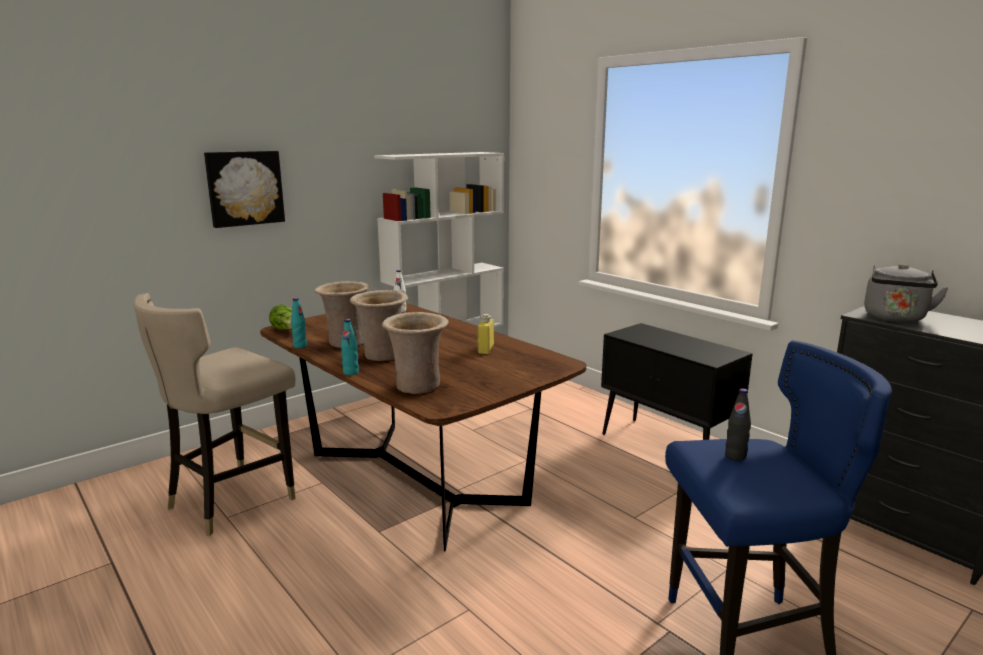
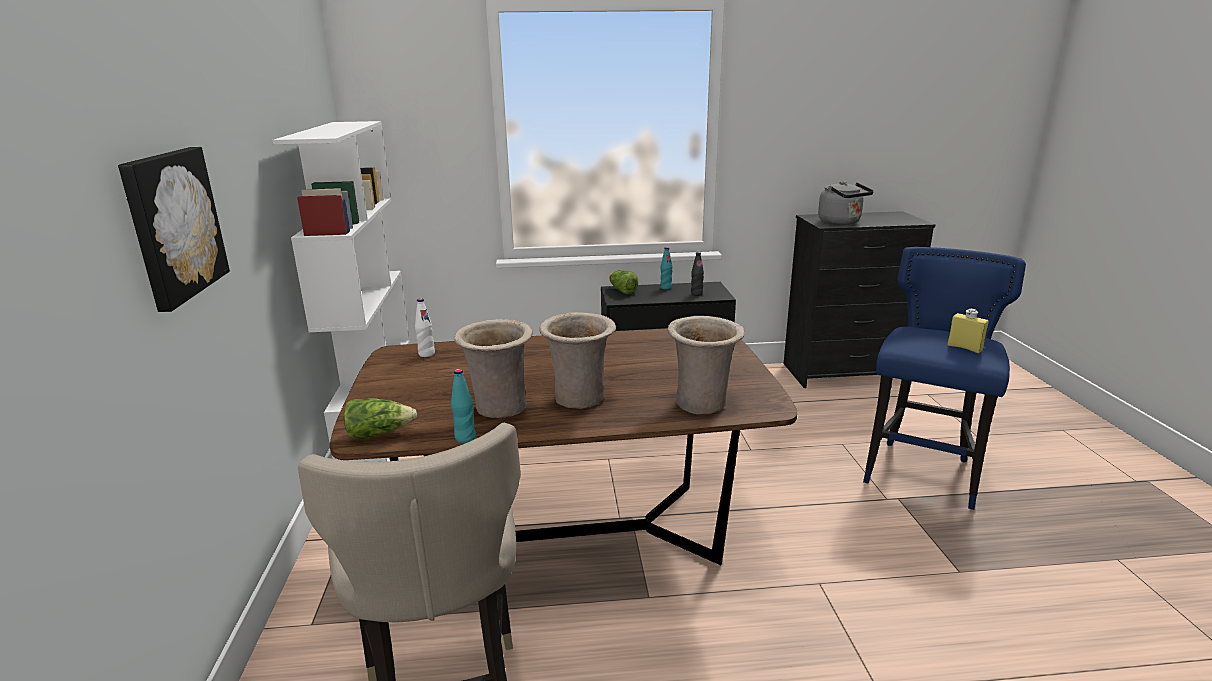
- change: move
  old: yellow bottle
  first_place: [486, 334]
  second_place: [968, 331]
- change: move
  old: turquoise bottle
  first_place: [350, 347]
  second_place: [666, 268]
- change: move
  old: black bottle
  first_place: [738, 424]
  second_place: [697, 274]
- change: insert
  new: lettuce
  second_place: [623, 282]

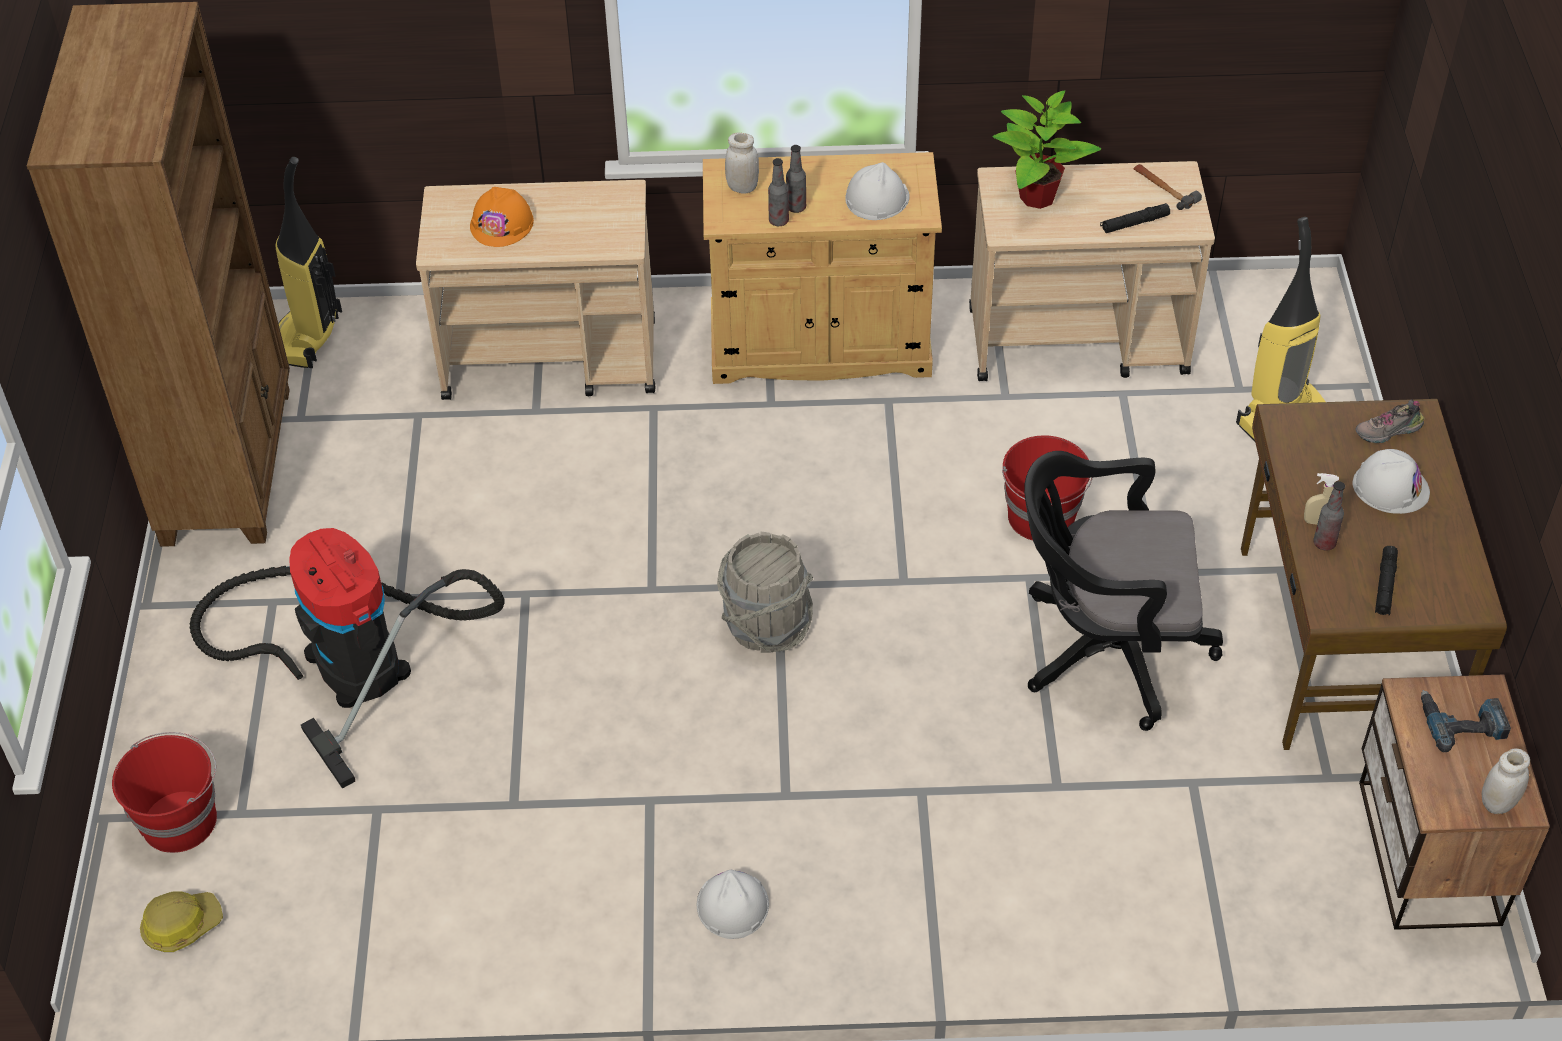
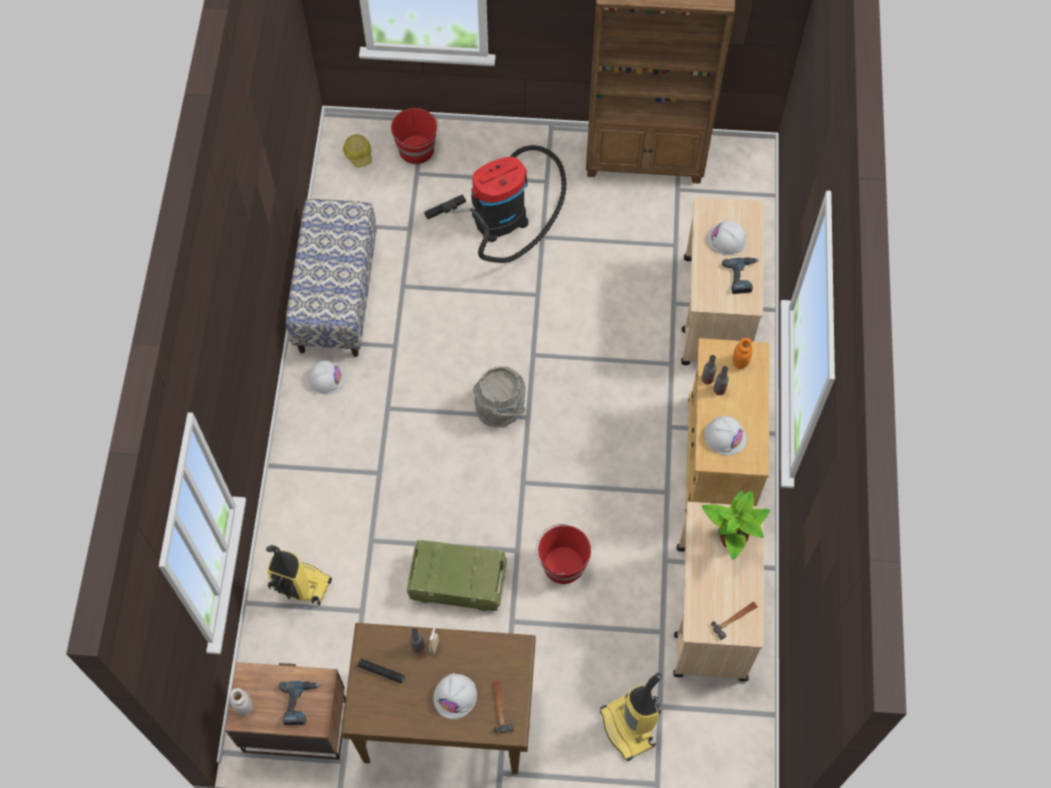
- change: recolor
  old: white jar
  new: orange jar
  first_place: [742, 163]
  second_place: [742, 353]
- change: move
  old: vacuum cleaner
  first_place: [309, 262]
  second_place: [299, 575]
- change: recolor
  old: orange hard hat
  new: white hard hat
  first_place: [502, 217]
  second_place: [726, 238]
- change: delete
  old: black flashlight
  first_place: [1135, 218]
- change: replace
  old: shoe
  new: hammer
  first_place: [1390, 421]
  second_place: [503, 707]
- change: replace
  old: black office chair
  new: crate
  first_place: [1123, 591]
  second_place: [457, 575]
- change: insert
  new: bench
  second_place: [331, 278]
- change: insert
  new: power drill
  second_place: [740, 276]

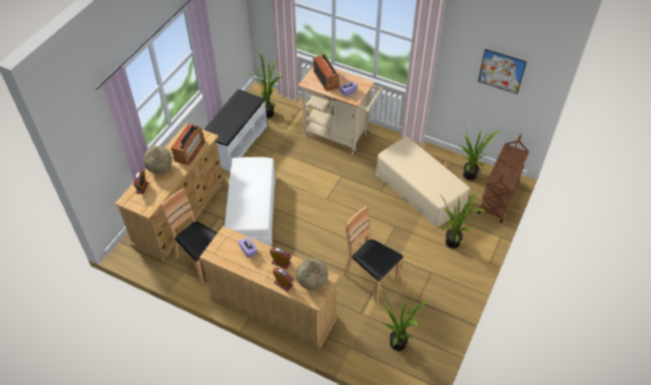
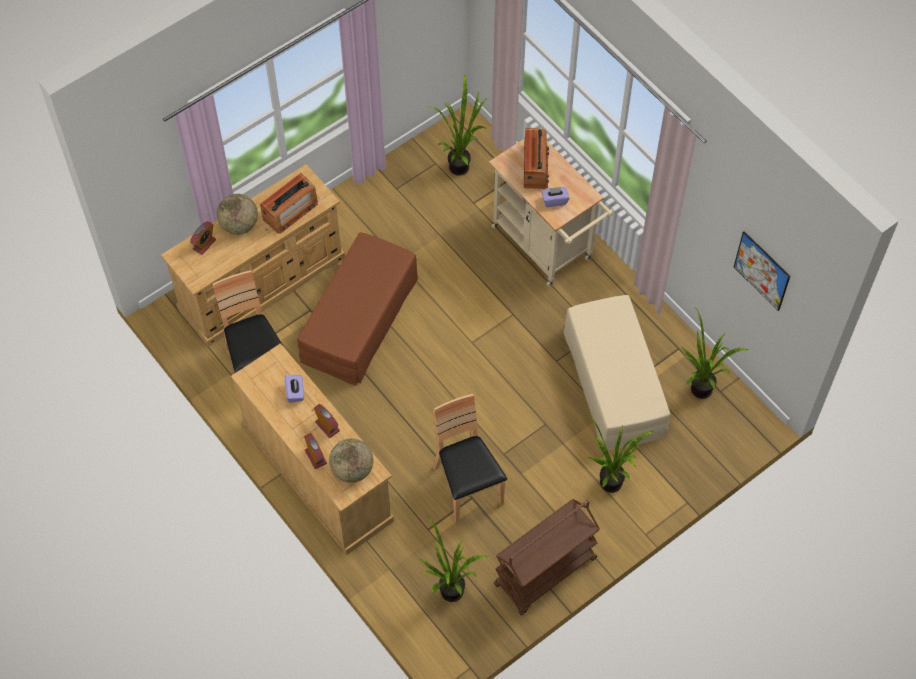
- change: delete
  old: white bench
  first_place: [235, 130]
- change: move
  old: brown cart
  first_place: [503, 178]
  second_place: [547, 557]
- change: recolor
  old: white ottoman
  new: brown ottoman
  first_place: [250, 201]
  second_place: [357, 308]

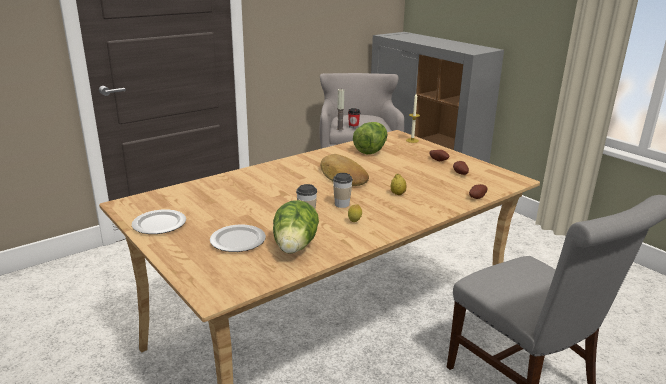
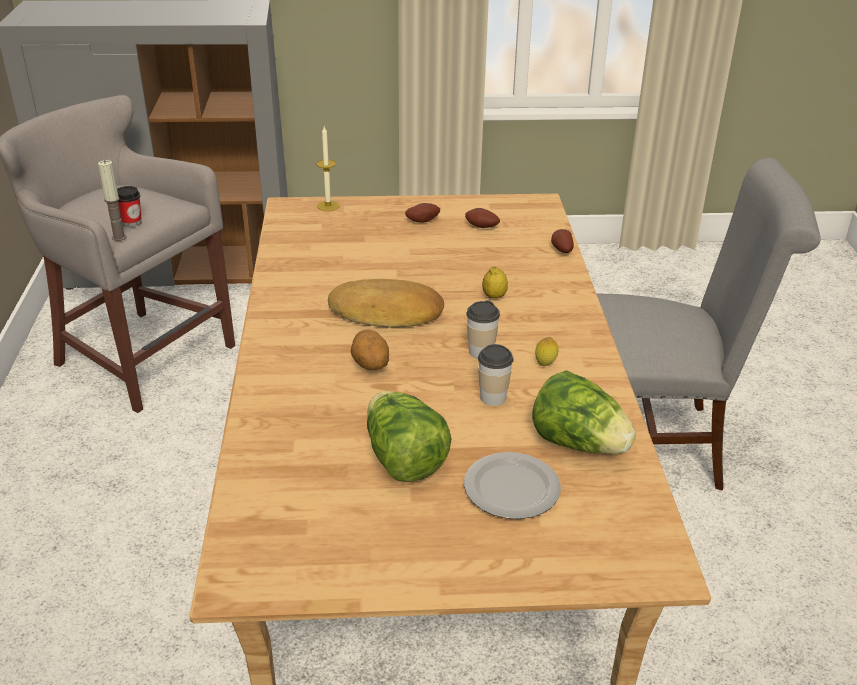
- change: move
  old: lettuce
  first_place: [370, 138]
  second_place: [409, 436]
- change: delete
  old: plate
  first_place: [159, 222]
- change: insert
  new: potato
  second_place: [370, 350]

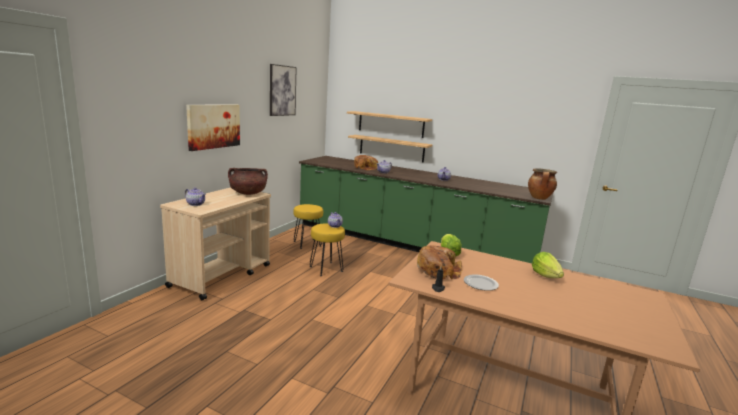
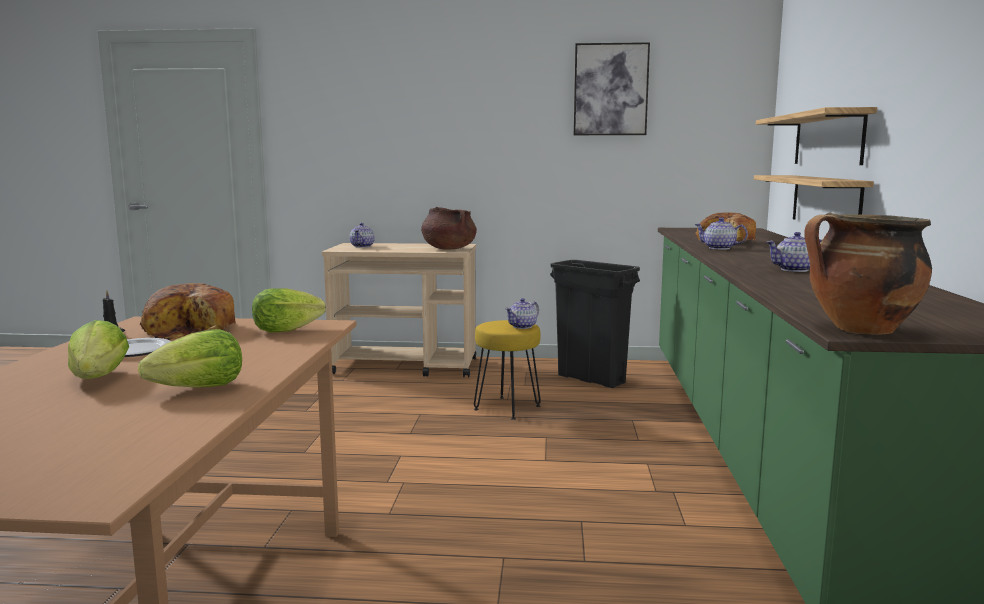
- change: delete
  old: picture
  first_place: [213, 128]
- change: replace
  old: yellow stool
  new: black trash can
  first_place: [308, 226]
  second_place: [595, 324]
- change: insert
  new: lettuce
  second_place: [98, 349]

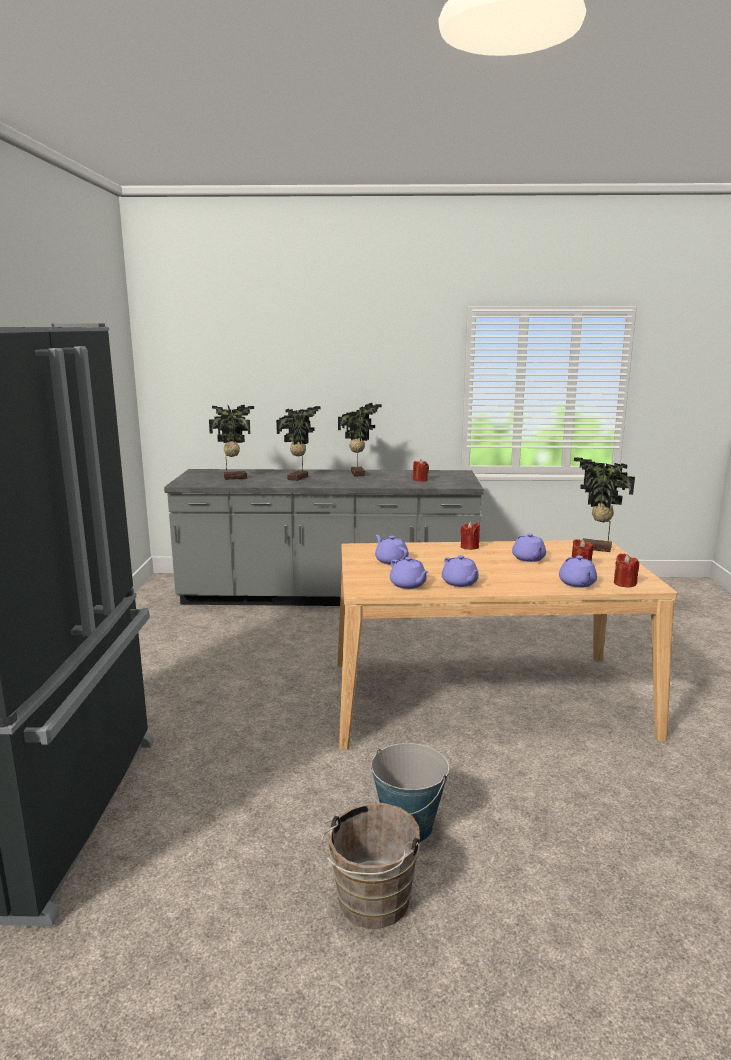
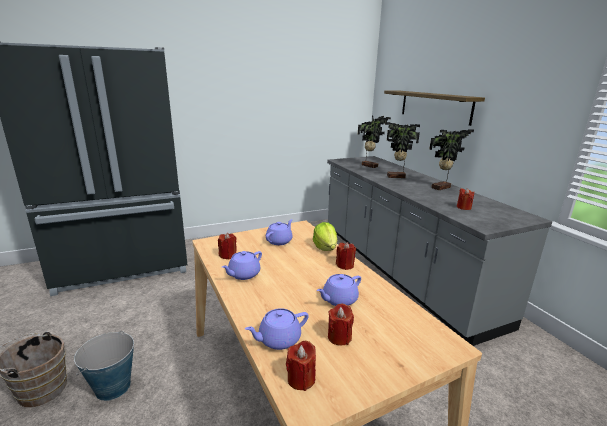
- change: delete
  old: potted plant
  first_place: [604, 504]
- change: replace
  old: purple teapot
  new: red candle
  first_place: [409, 573]
  second_place: [227, 246]
- change: insert
  new: shelf
  second_place: [434, 108]
- change: insert
  new: lettuce
  second_place: [325, 236]

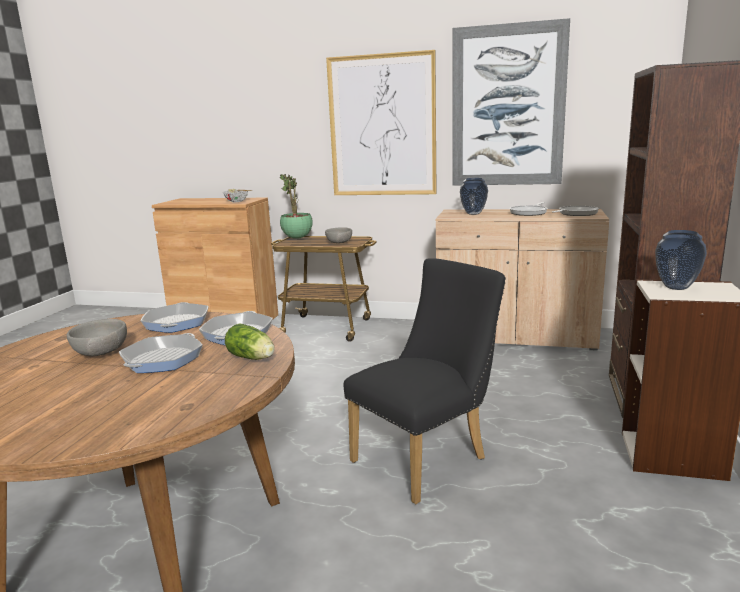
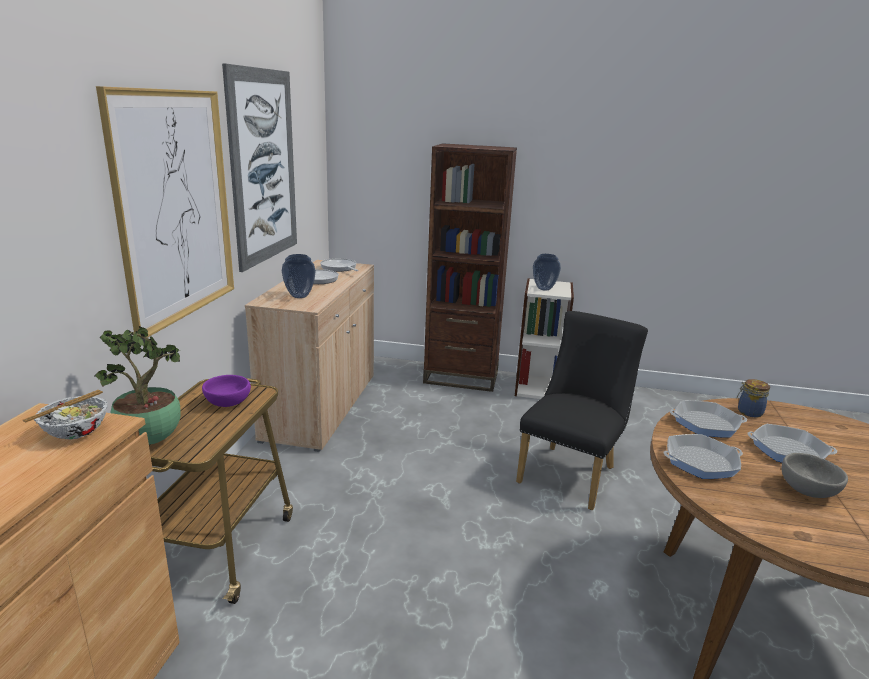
- change: recolor
  old: grey bowl
  new: purple bowl
  first_place: [338, 235]
  second_place: [226, 391]
- change: rotate
  old: black chair
  first_place: [425, 381]
  second_place: [582, 410]
  degrees: 75
- change: replace
  old: lettuce
  new: jar
  first_place: [250, 341]
  second_place: [753, 398]

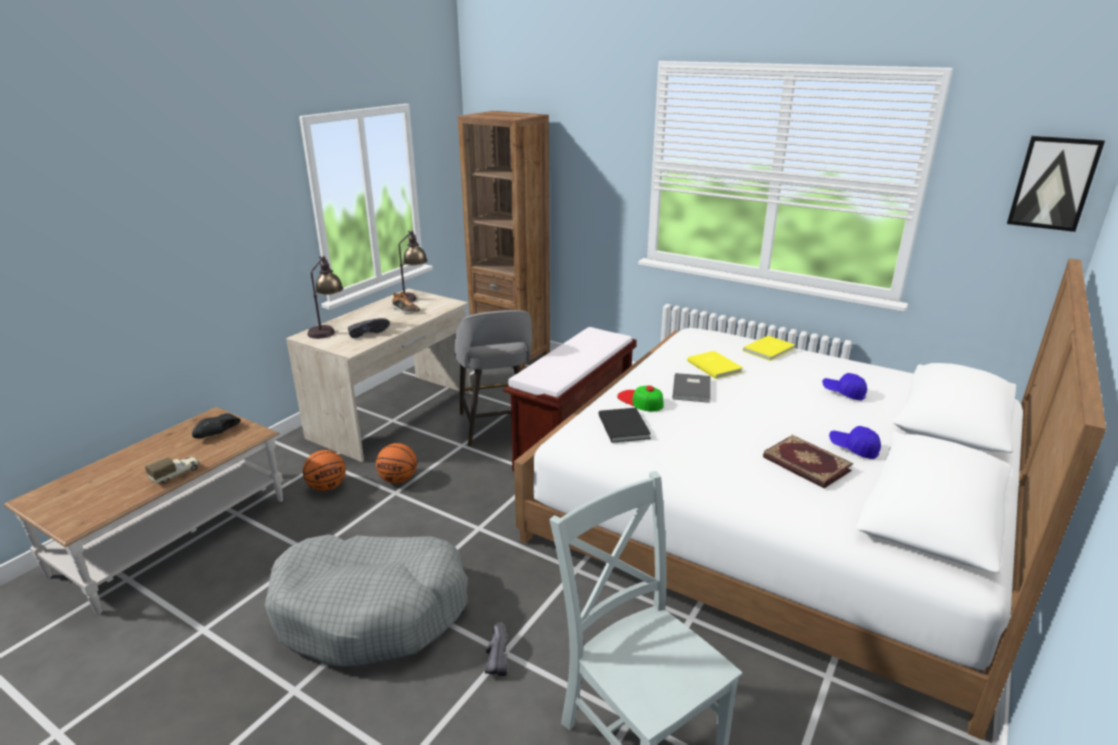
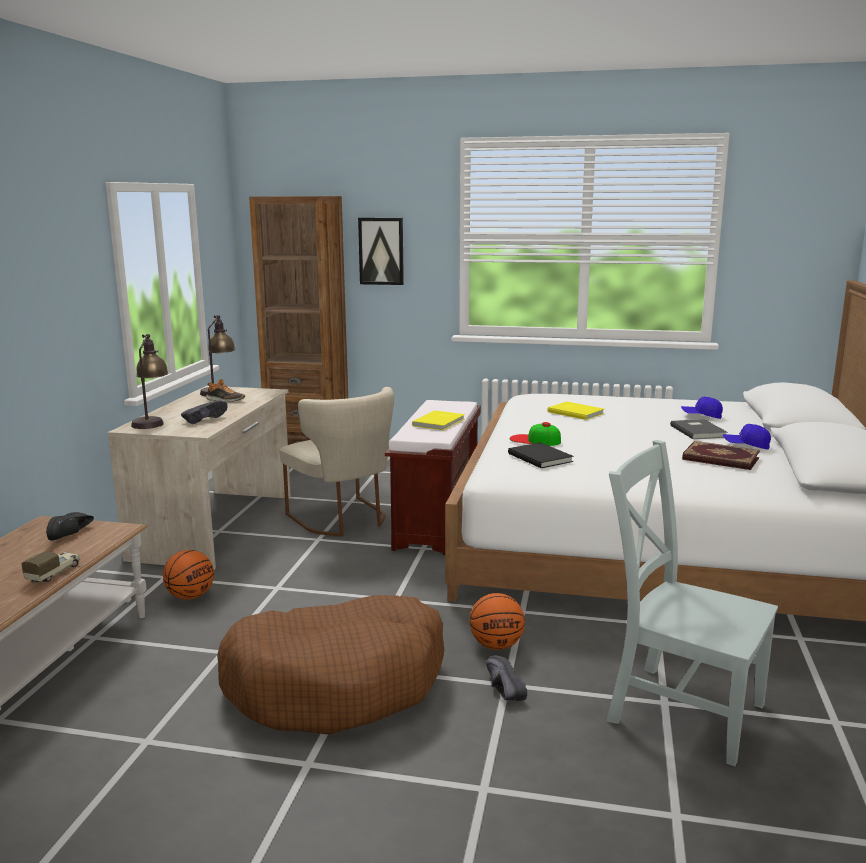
- change: move
  old: picture
  first_place: [1056, 184]
  second_place: [381, 251]
- change: replace
  old: grey stool
  new: beige chair
  first_place: [493, 378]
  second_place: [336, 461]
- change: move
  old: yellow book
  first_place: [769, 348]
  second_place: [438, 420]
- change: move
  old: grey book
  first_place: [691, 388]
  second_place: [699, 429]
- change: move
  old: basketball
  first_place: [396, 463]
  second_place: [497, 621]
- change: recolor
  old: grey dog bed
  new: brown dog bed
  first_place: [366, 600]
  second_place: [330, 665]

